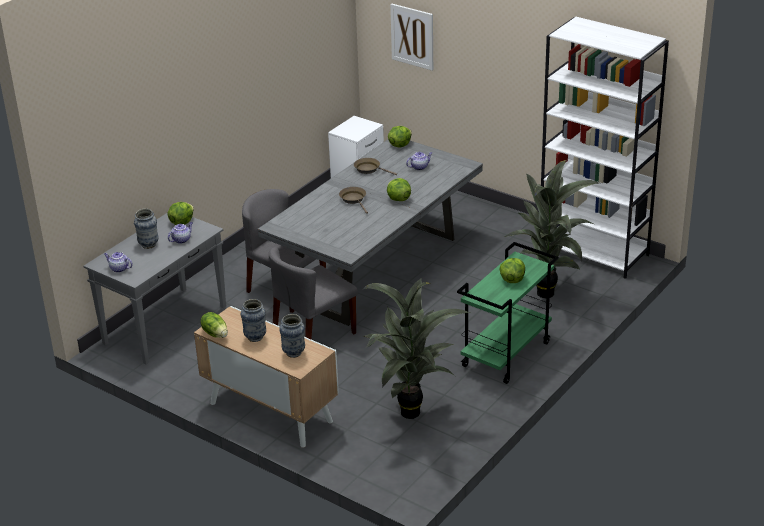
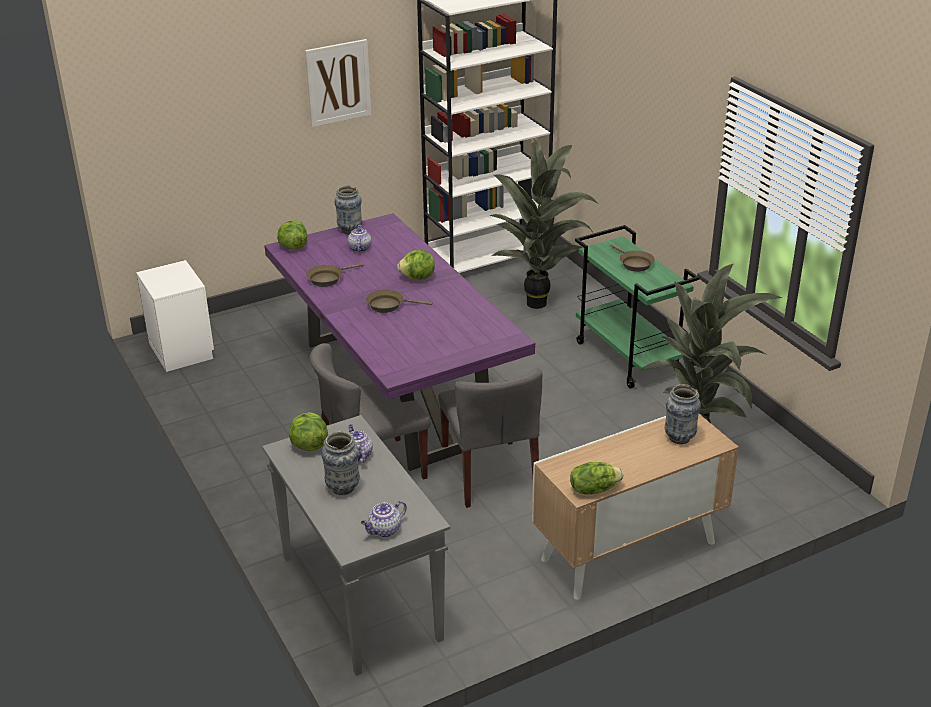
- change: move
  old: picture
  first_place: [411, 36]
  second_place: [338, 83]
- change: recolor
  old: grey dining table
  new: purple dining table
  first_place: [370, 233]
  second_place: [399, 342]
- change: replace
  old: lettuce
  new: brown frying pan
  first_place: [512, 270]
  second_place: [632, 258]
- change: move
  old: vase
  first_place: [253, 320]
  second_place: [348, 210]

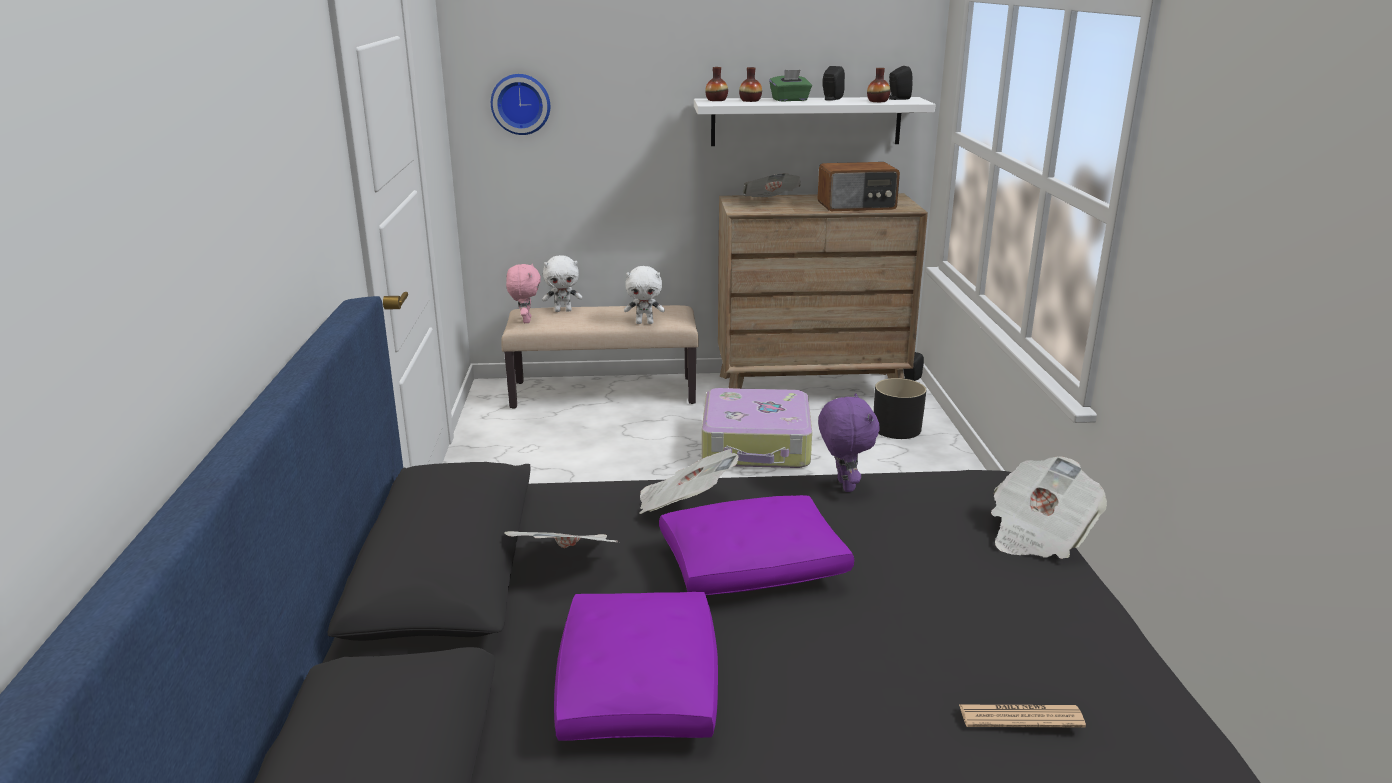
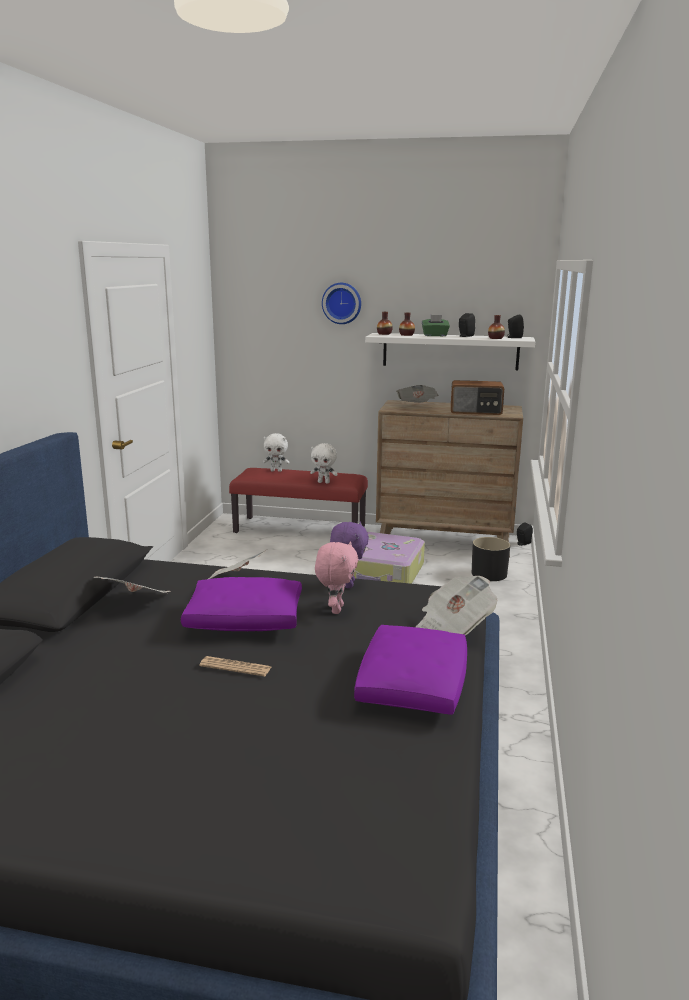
- change: move
  old: wall clock
  first_place: [520, 104]
  second_place: [341, 303]
- change: move
  old: pink plush toy
  first_place: [523, 293]
  second_place: [337, 577]
- change: recolor
  old: beige bench
  new: red bench
  first_place: [600, 357]
  second_place: [298, 500]
- change: move
  old: purple pillow
  first_place: [636, 666]
  second_place: [410, 670]
- change: move
  old: newspaper
  first_place: [1022, 716]
  second_place: [235, 666]

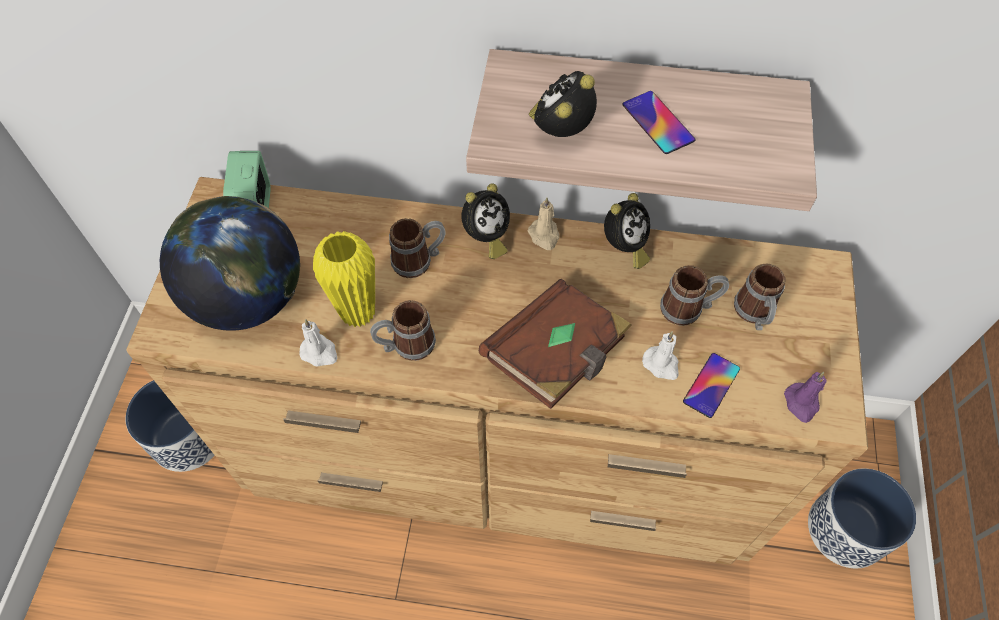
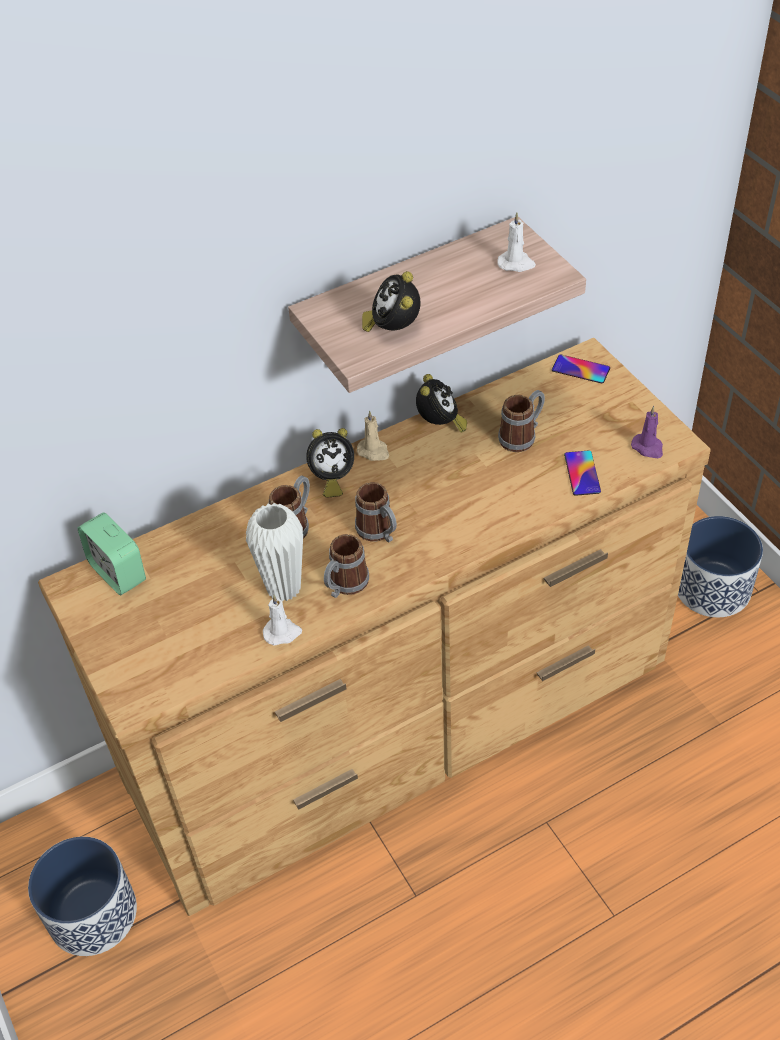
- change: move
  old: phone
  first_place: [659, 122]
  second_place: [581, 368]
- change: rotate
  old: alarm clock
  first_place: [486, 221]
  second_place: [330, 462]
  degrees: 60
- change: delete
  old: globe
  first_place: [230, 263]
- change: recolor
  old: yellow vase
  new: white vase
  first_place: [344, 279]
  second_place: [274, 552]
- change: move
  old: mug
  first_place: [760, 297]
  second_place: [376, 512]
- change: delete
  old: brown book
  first_place: [555, 344]
- change: move
  old: white candle
  first_place: [660, 355]
  second_place: [516, 242]

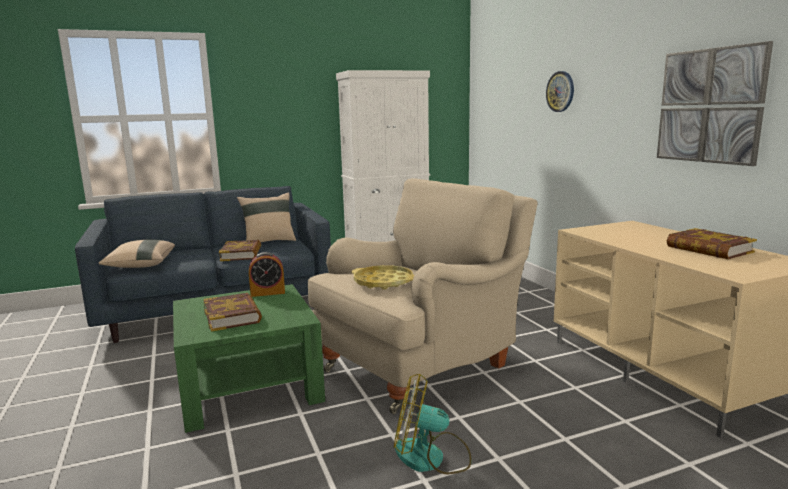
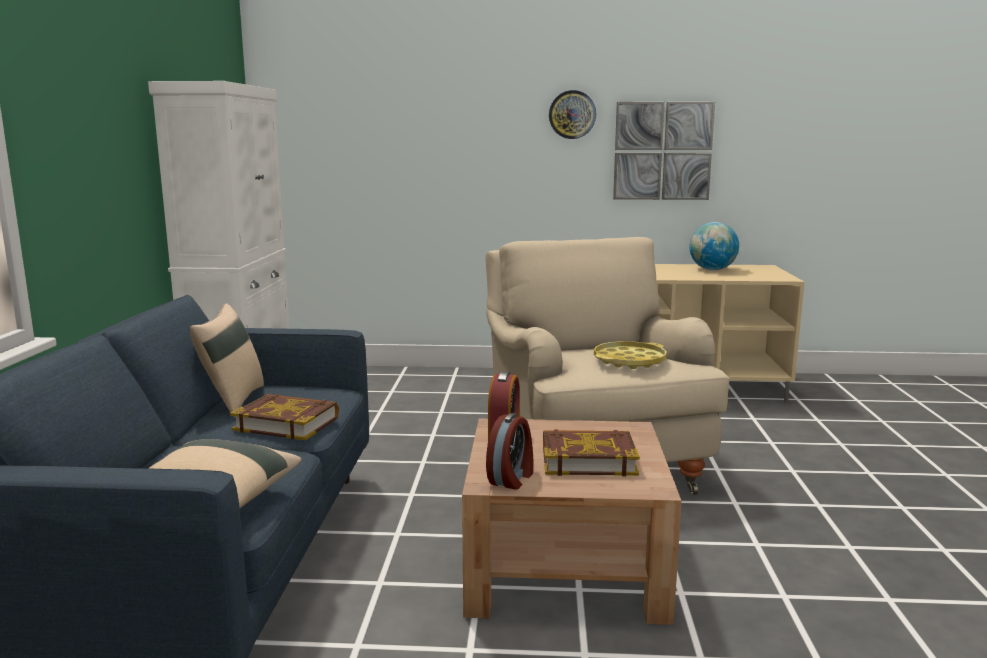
- change: move
  old: wall clock
  first_place: [560, 91]
  second_place: [572, 114]
- change: replace
  old: book
  new: globe
  first_place: [712, 243]
  second_place: [714, 246]
- change: recolor
  old: green coffee table
  new: brown coffee table
  first_place: [249, 358]
  second_place: [571, 522]
- change: delete
  old: fan
  first_place: [433, 424]
- change: insert
  new: alarm clock
  second_place: [509, 451]

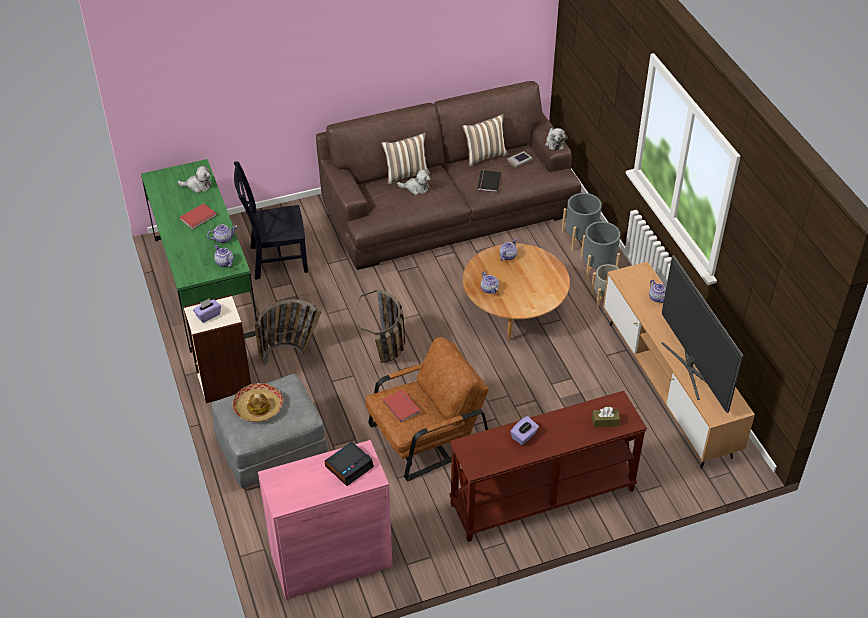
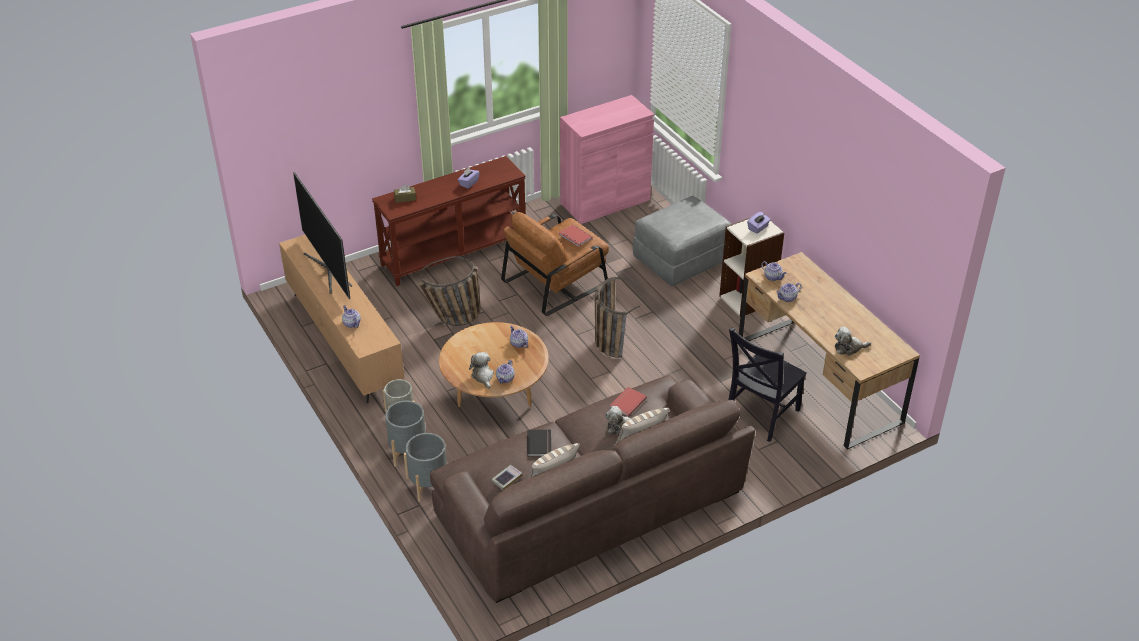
- change: move
  old: plush toy
  first_place: [556, 139]
  second_place: [481, 370]
- change: recolor
  old: green desk
  new: brown desk
  first_place: [199, 256]
  second_place: [829, 351]
- change: rotate
  old: black chair
  first_place: [271, 221]
  second_place: [767, 384]
  degrees: 150
- change: move
  old: red book
  first_place: [198, 216]
  second_place: [628, 402]
- change: move
  old: basket
  first_place: [288, 332]
  second_place: [449, 290]
- change: delete
  old: hat
  first_place: [257, 402]
- change: delete
  old: alarm clock
  first_place: [349, 464]

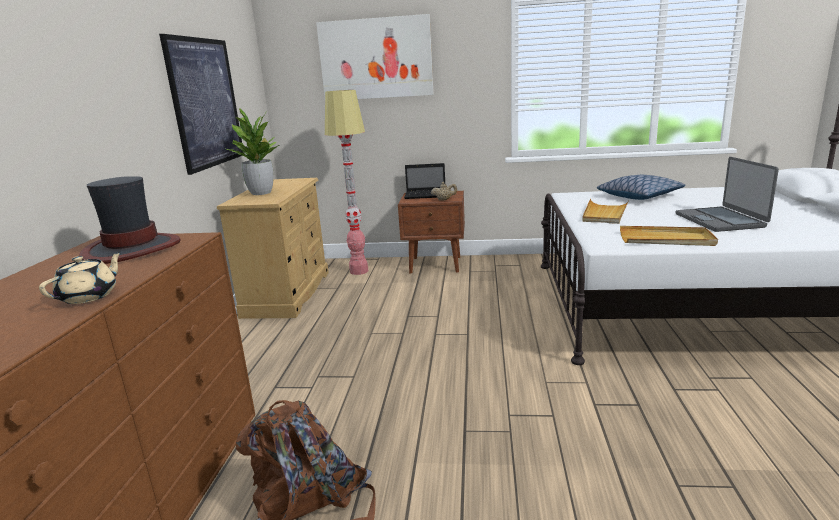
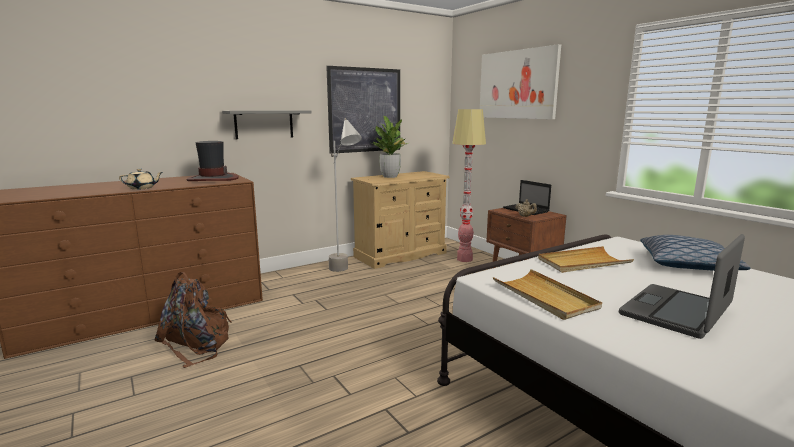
- change: insert
  new: grey shelf
  second_place: [267, 124]
- change: insert
  new: grey floor lamp
  second_place: [345, 195]

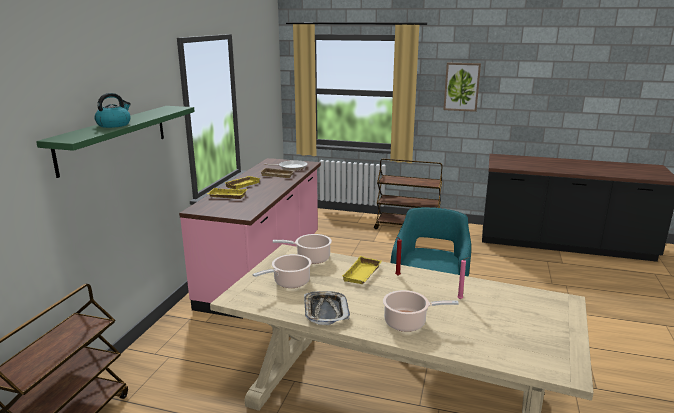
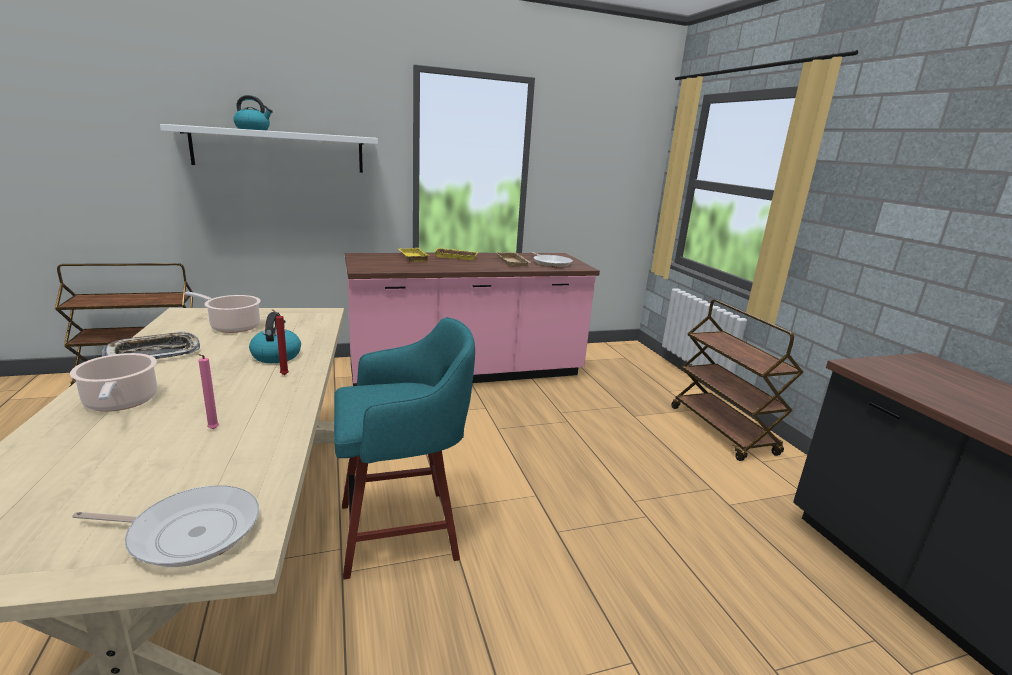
- change: delete
  old: picture
  first_place: [462, 87]
- change: recolor
  old: green shelf
  new: white shelf
  first_place: [115, 142]
  second_place: [269, 148]
- change: delete
  old: cooking pot
  first_place: [302, 249]
- change: replace
  old: yellow tray
  new: kettle
  first_place: [362, 270]
  second_place: [275, 337]
- change: insert
  new: frying pan
  second_place: [165, 526]

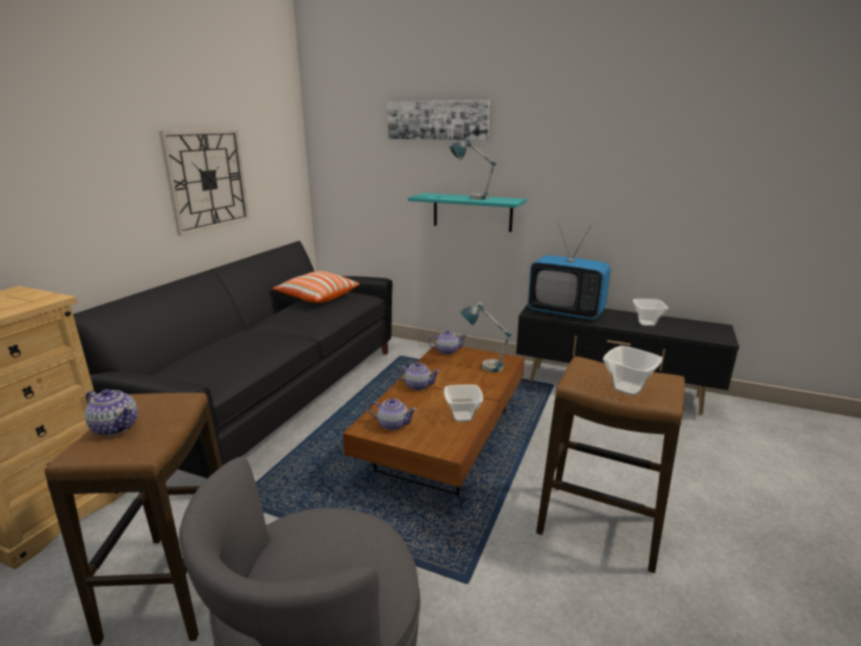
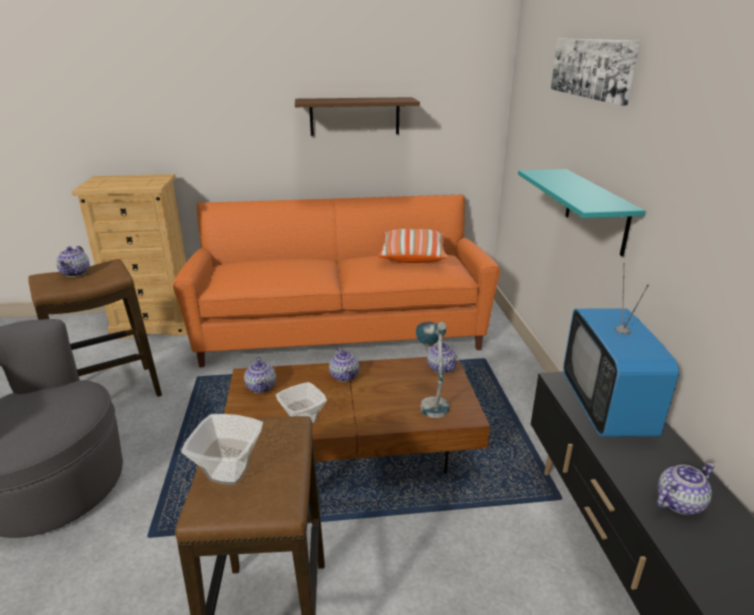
- change: replace
  old: wall clock
  new: brown shelf
  first_place: [204, 183]
  second_place: [357, 116]
- change: delete
  old: table lamp
  first_place: [473, 169]
- change: recolor
  old: black sofa
  new: orange sofa
  first_place: [232, 360]
  second_place: [336, 280]
- change: replace
  old: bowl
  new: teapot
  first_place: [650, 312]
  second_place: [686, 489]

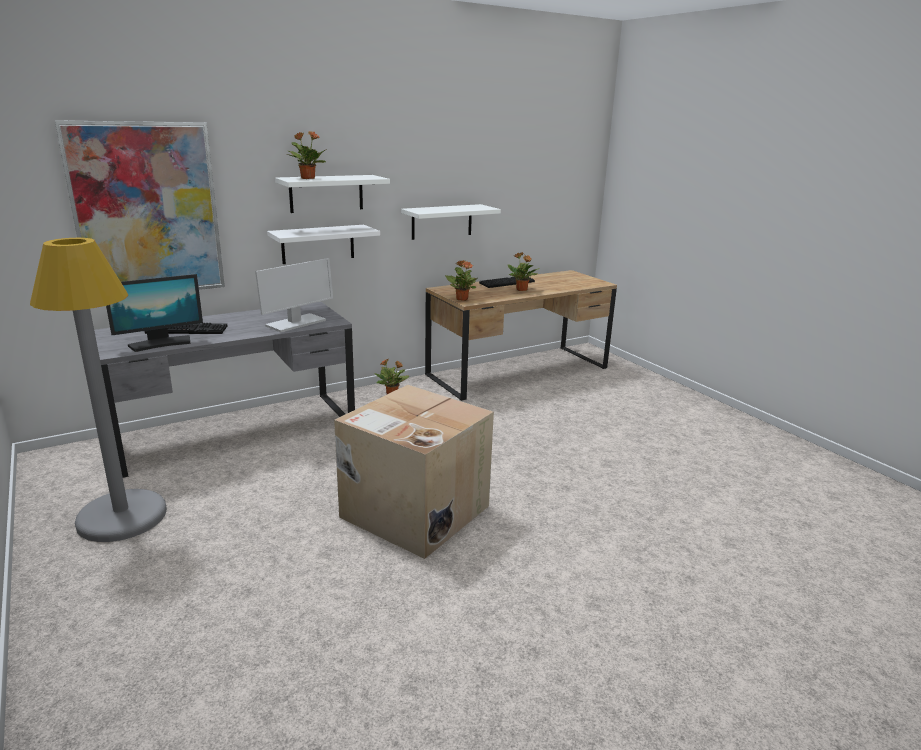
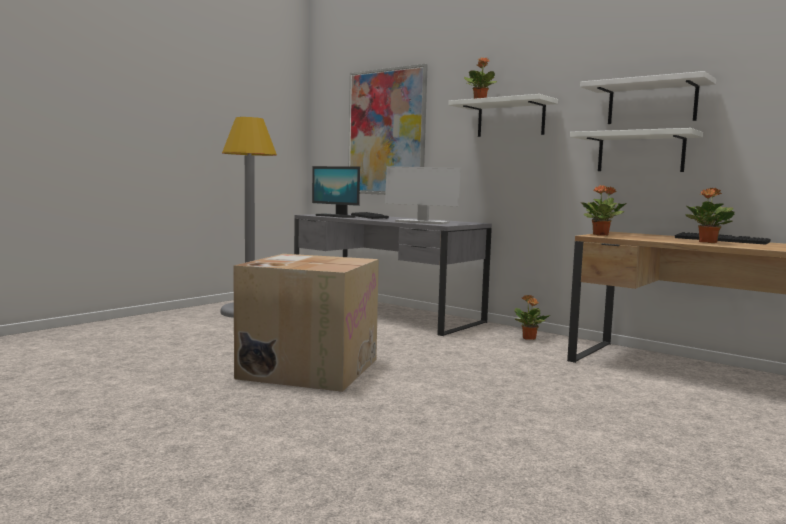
- change: move
  old: white shelf
  first_place: [323, 244]
  second_place: [648, 97]

